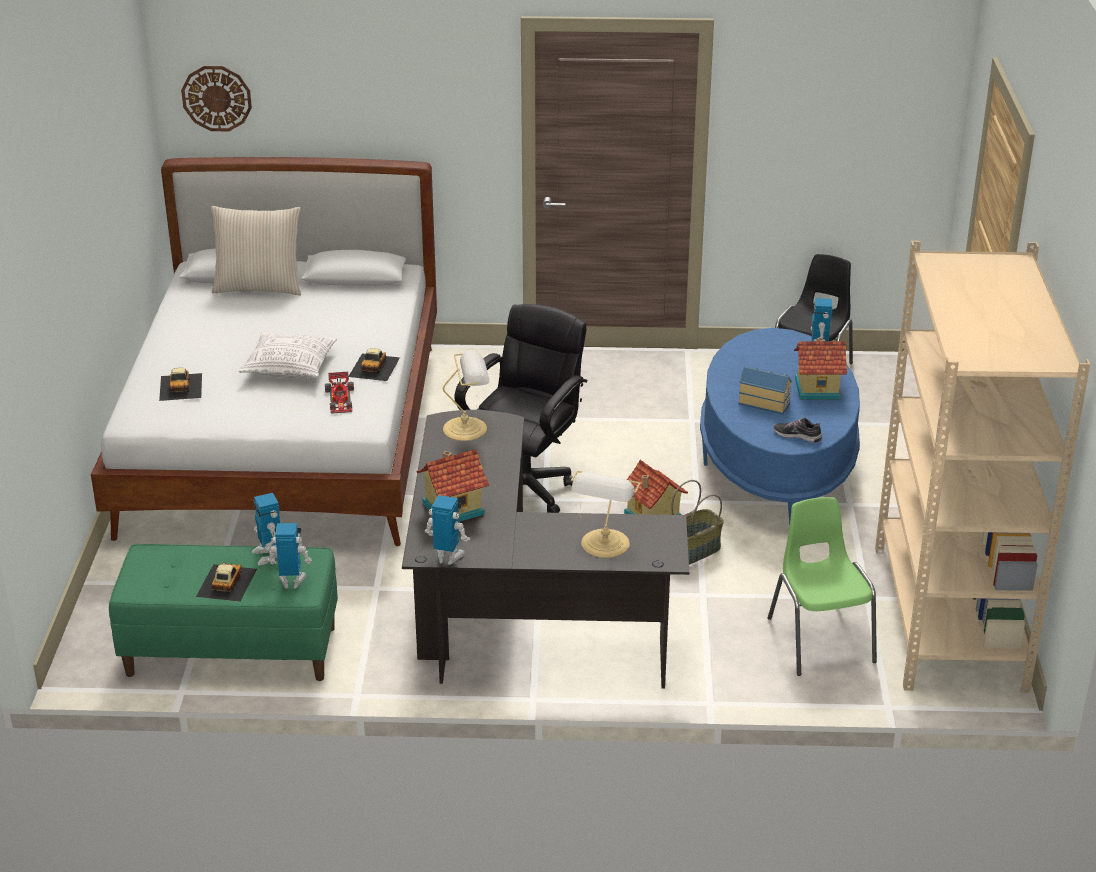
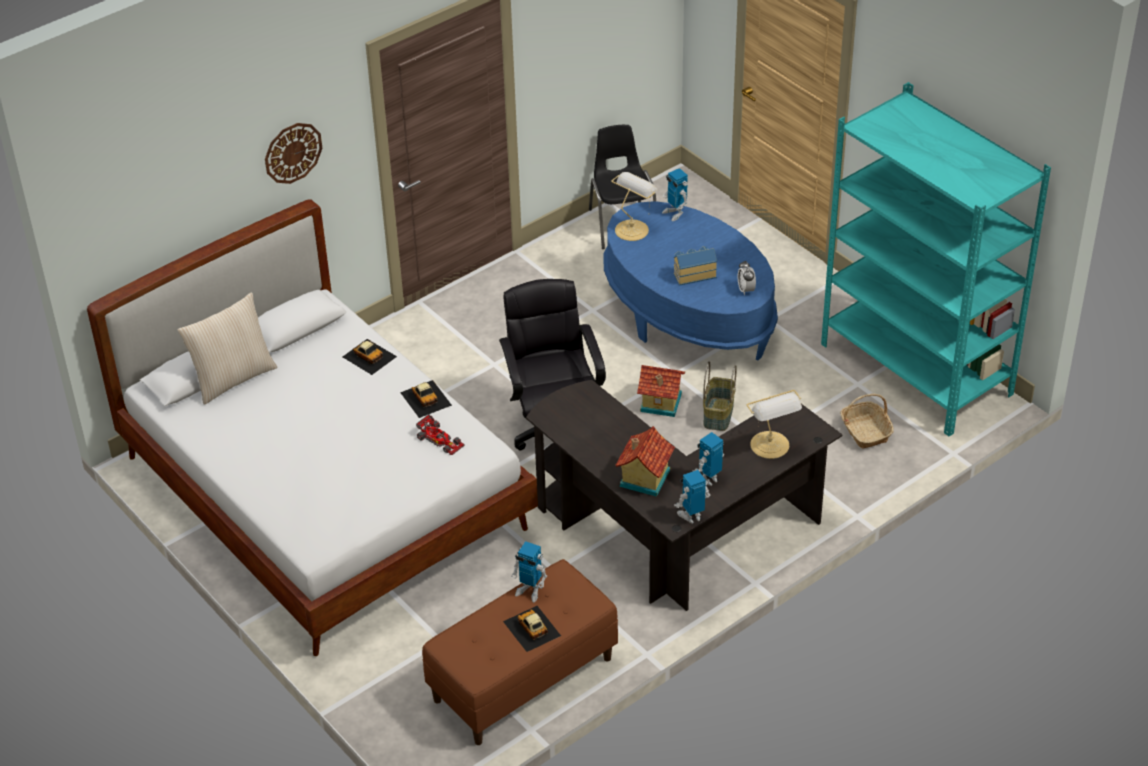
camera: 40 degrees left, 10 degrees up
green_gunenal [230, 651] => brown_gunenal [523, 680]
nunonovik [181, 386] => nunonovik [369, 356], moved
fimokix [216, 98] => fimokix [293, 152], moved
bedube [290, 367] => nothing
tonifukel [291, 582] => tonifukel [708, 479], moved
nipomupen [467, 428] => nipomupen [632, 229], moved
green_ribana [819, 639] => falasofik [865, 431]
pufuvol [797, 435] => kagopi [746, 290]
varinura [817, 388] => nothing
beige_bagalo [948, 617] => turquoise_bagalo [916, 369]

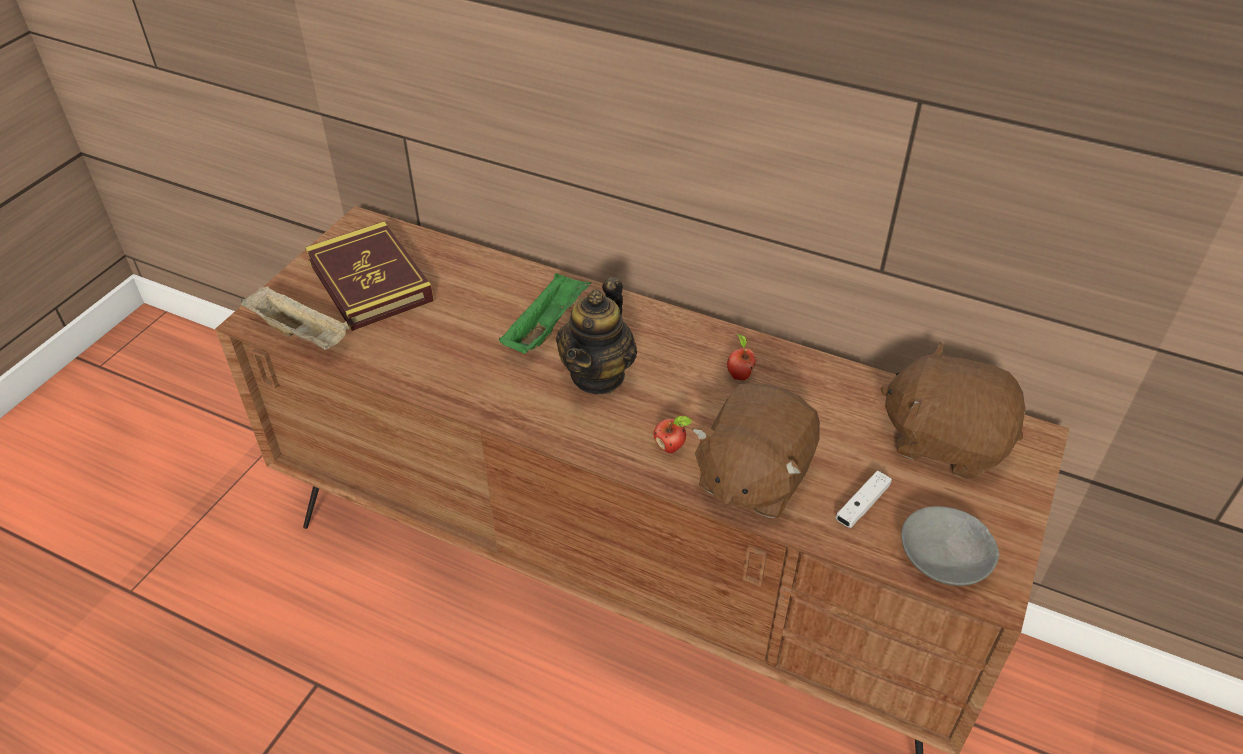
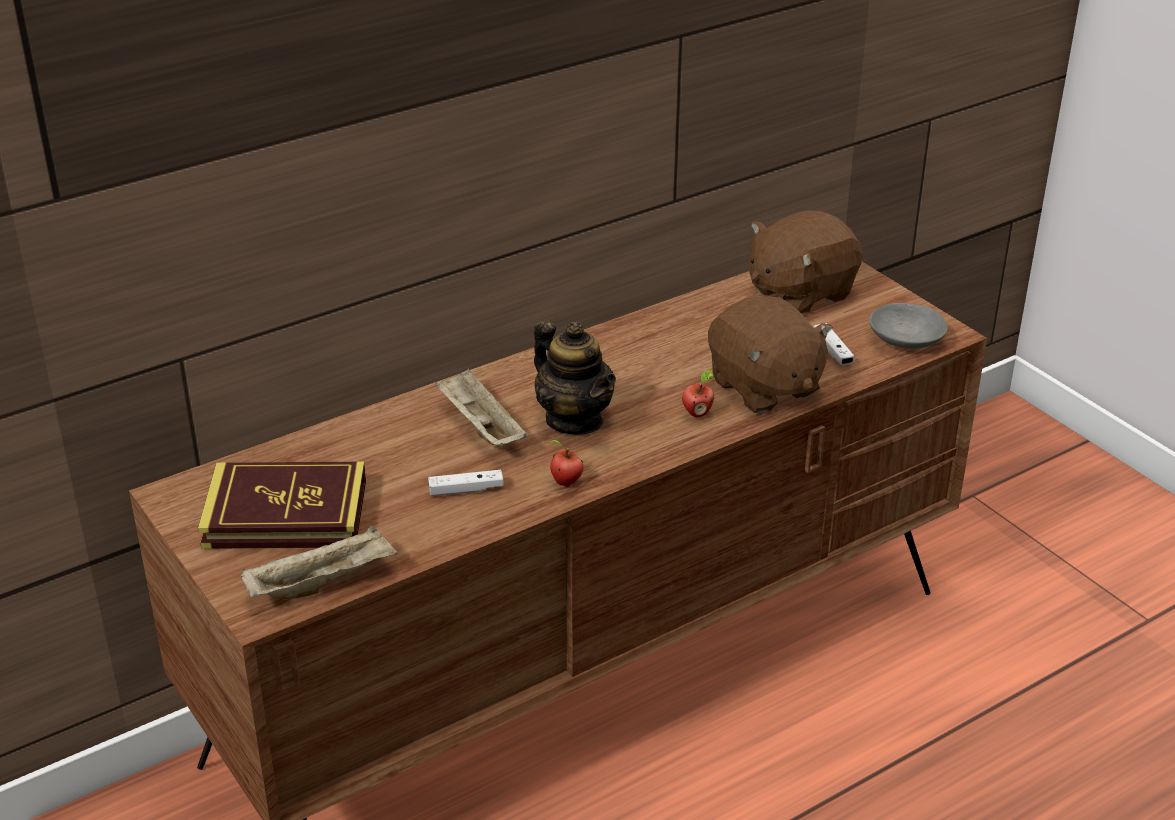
camera: 60 degrees left, 10 degrees down
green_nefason [546, 327] => beige_nefason [480, 427]
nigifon [739, 375] => nigifon [564, 482], moved
nothing => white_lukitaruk [466, 490]

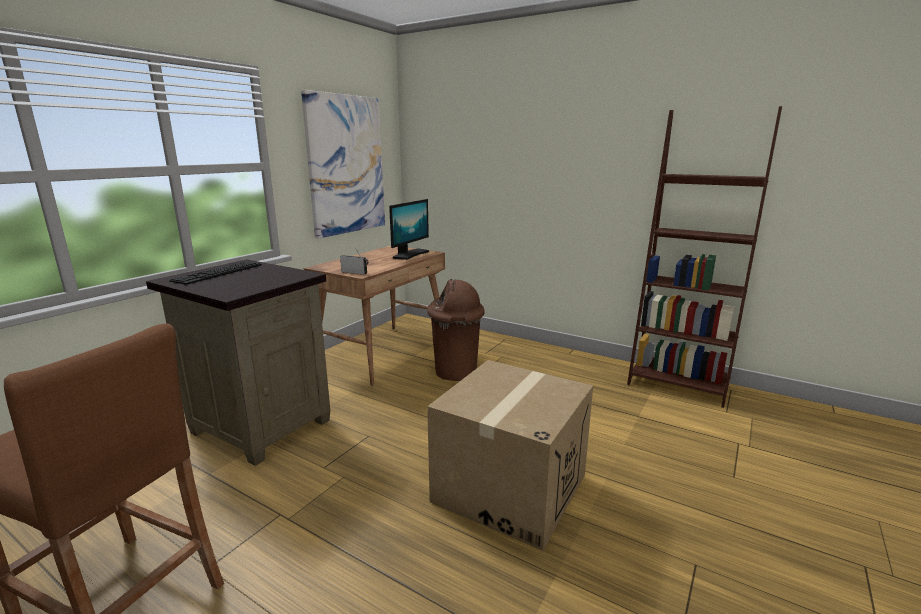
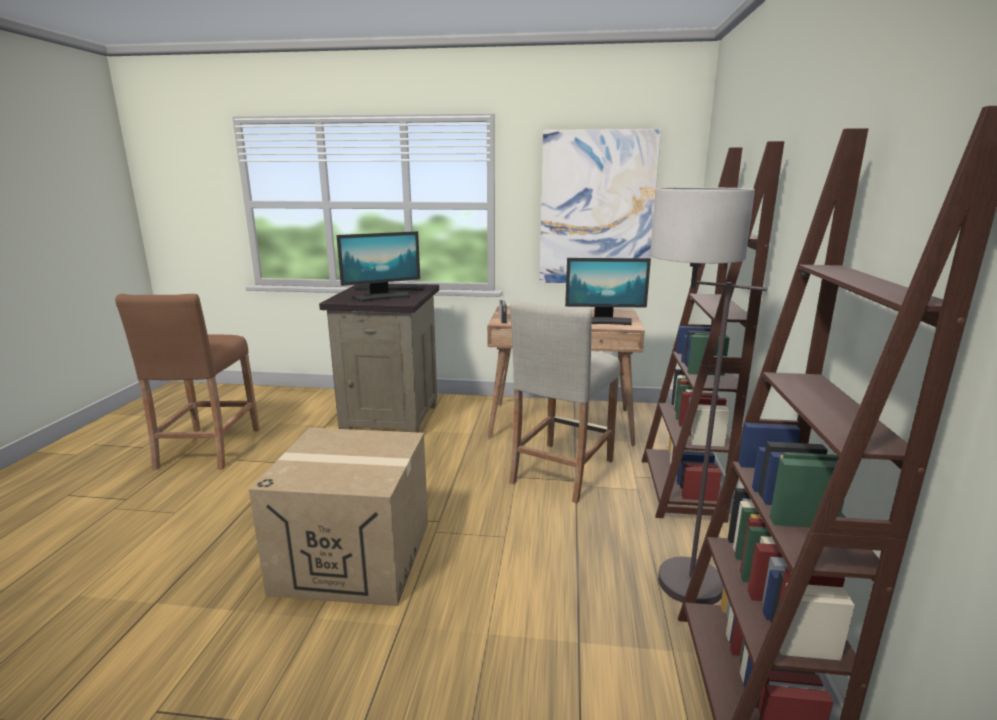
camera: 65 degrees right, 0 degrees up
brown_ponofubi [456, 372] => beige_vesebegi [561, 471]
nothing => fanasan [382, 297]
nothing => brown_bagalo [681, 489]
nothing => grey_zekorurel [671, 576]

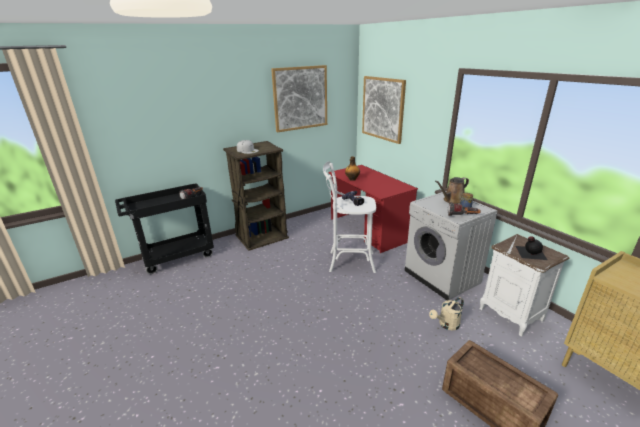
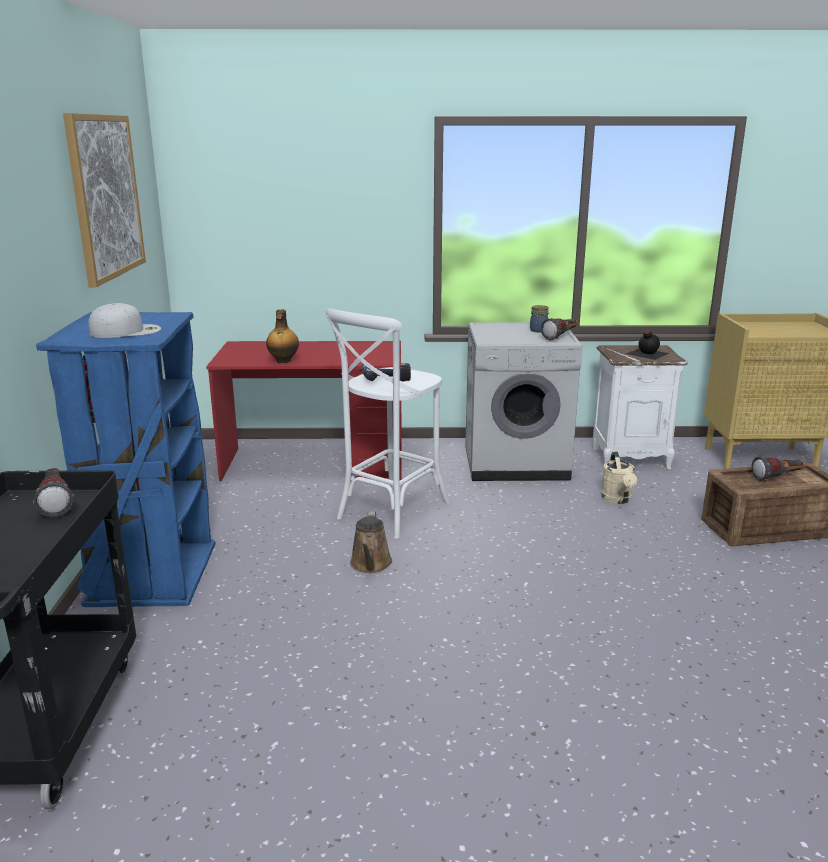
camera: 60 degrees left, 5 degrees down
brown_bagalo [262, 236] => blue_bagalo [154, 572]
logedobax [383, 108] => nothing
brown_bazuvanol [452, 200] => brown_bazuvanol [370, 565], moved
nothing => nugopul [778, 478]

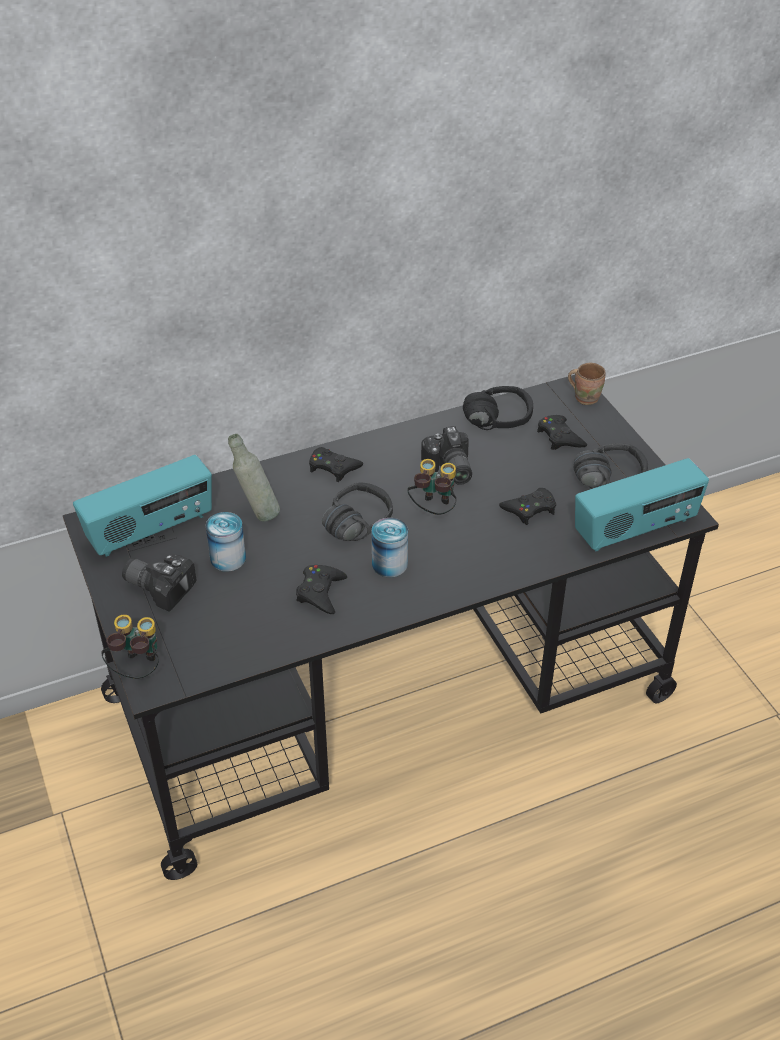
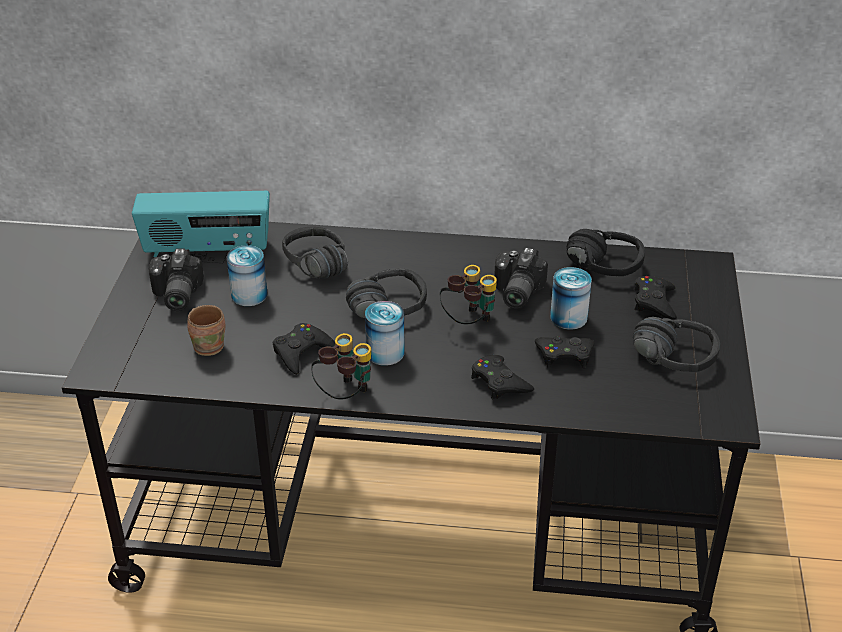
camera: 30 degrees right, 5 degrees down
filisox [137, 669] => filisox [344, 394], moved
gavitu [160, 585] => gavitu [175, 295], 150 degrees counterclockwise
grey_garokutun [257, 514] => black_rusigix [307, 268]
black_lukitaruk [333, 467] => black_lukitaruk [499, 382], moved
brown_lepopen [585, 397] => brown_lepopen [209, 346], moved
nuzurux [635, 529] => nothing
nothing => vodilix [568, 317]

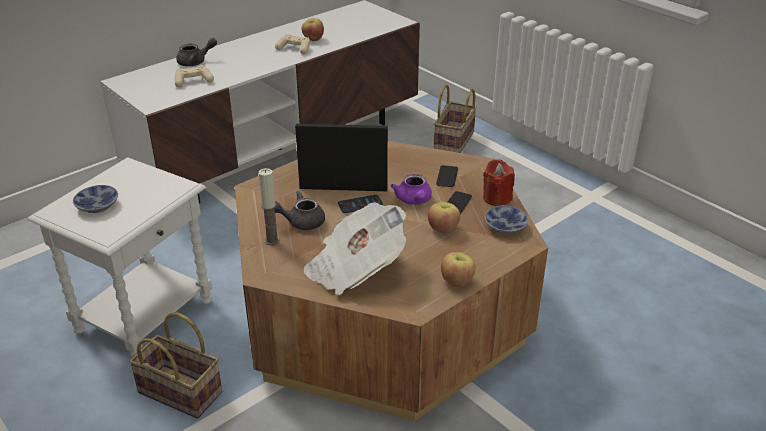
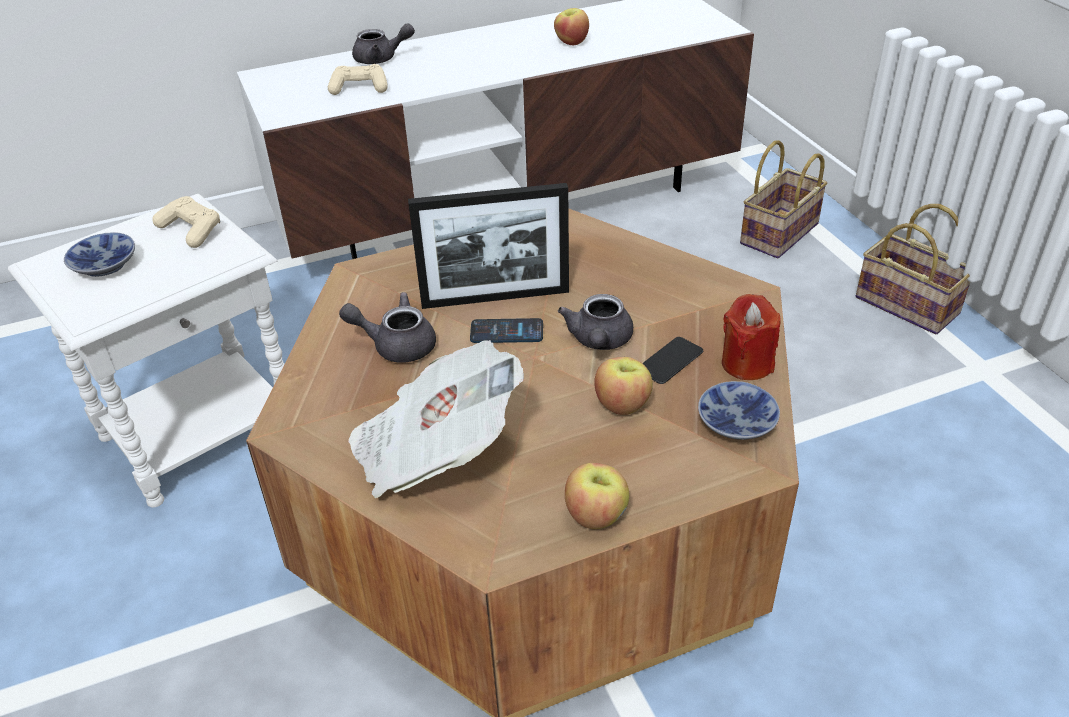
camera: 20 degrees right, 5 degrees up
falasofik [183, 392] => falasofik [910, 305], moved
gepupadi [272, 241] => nothing
beige_lukitaruk [294, 49] => beige_lukitaruk [191, 230], moved
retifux [343, 188] => retifux [495, 298], 150 degrees clockwise
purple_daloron [414, 201] => grey_daloron [599, 341]
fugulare [447, 177] => nothing

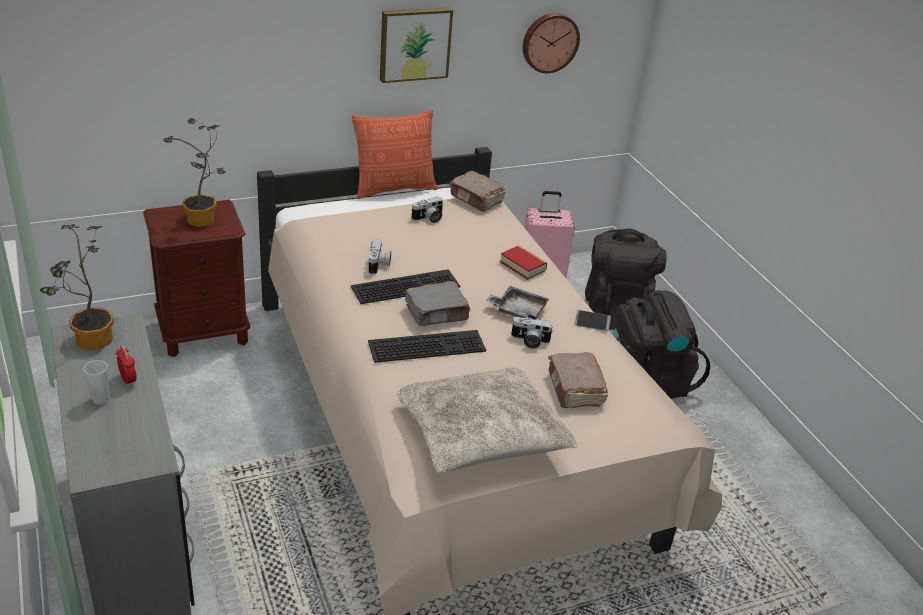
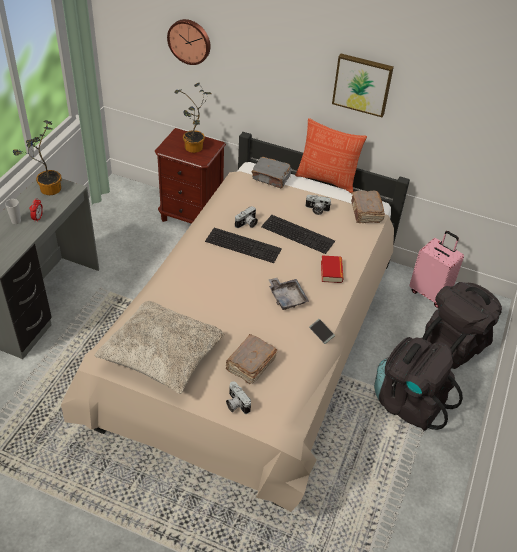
camera: 45 degrees right, 10 degrees up
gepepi [427, 345] => gepepi [299, 233], moved
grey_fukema [437, 313] => grey_fukema [271, 178], moved
gavitu [529, 341] => gavitu [236, 404], moved
fimokix [549, 42] => fimokix [190, 41], moved

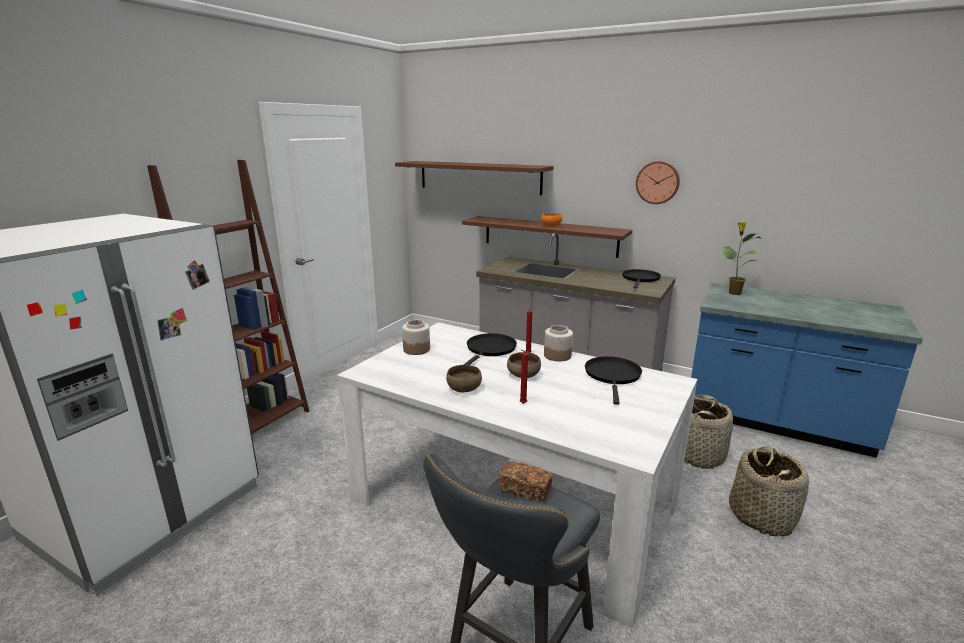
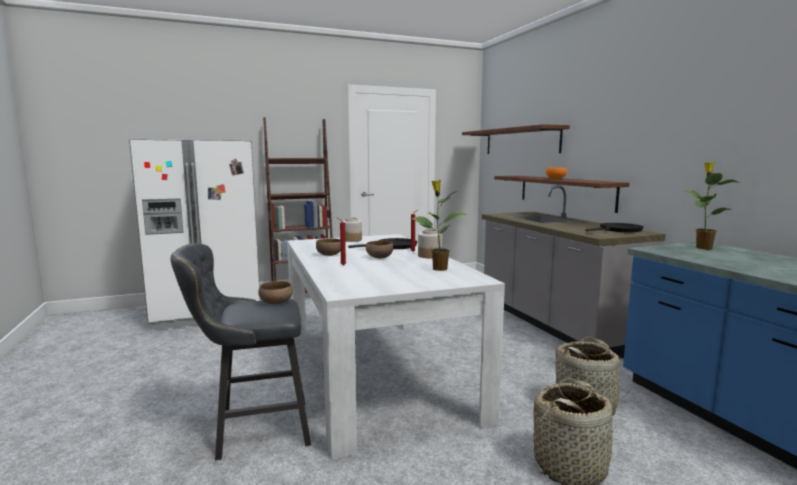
camera: 40 degrees right, 10 degrees down
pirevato [525, 490] => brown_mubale [276, 303]
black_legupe [613, 376] => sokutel [439, 269]
fimokix [658, 182] => nothing

